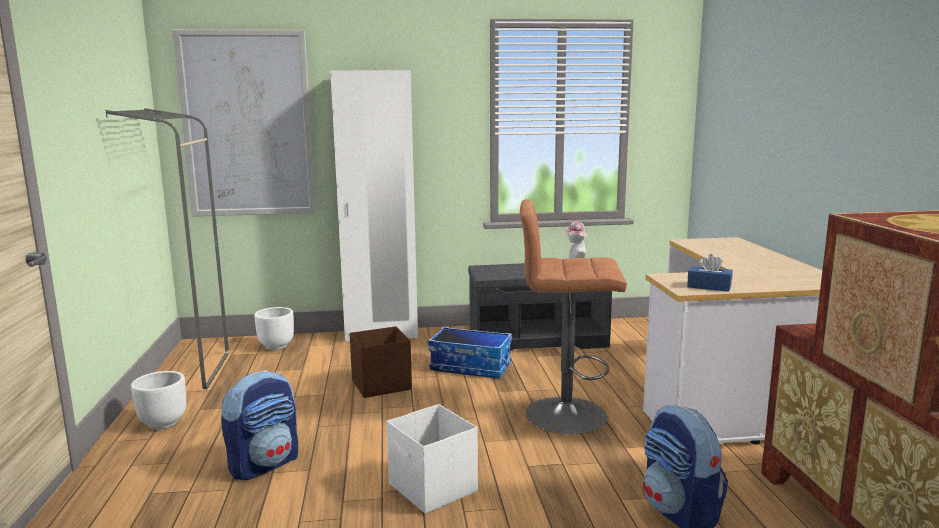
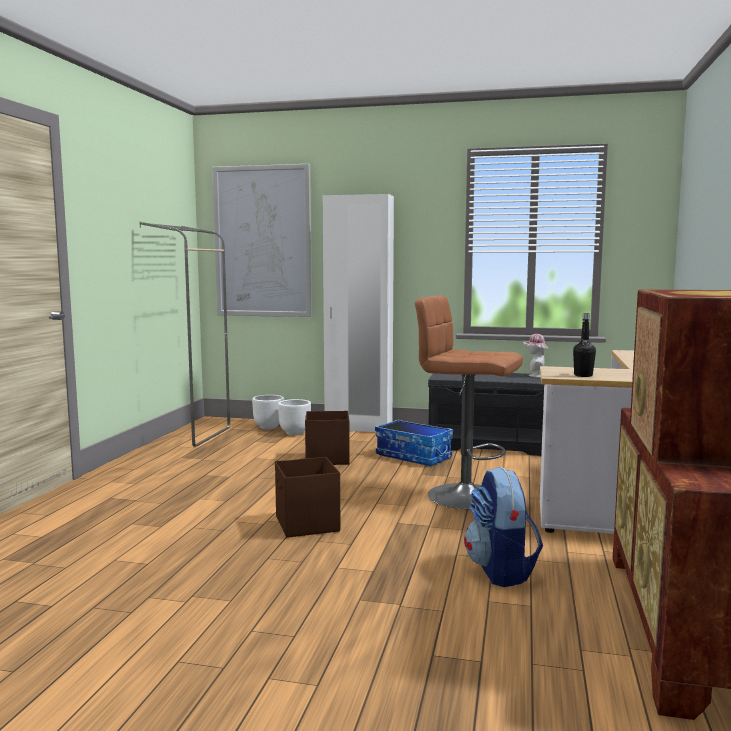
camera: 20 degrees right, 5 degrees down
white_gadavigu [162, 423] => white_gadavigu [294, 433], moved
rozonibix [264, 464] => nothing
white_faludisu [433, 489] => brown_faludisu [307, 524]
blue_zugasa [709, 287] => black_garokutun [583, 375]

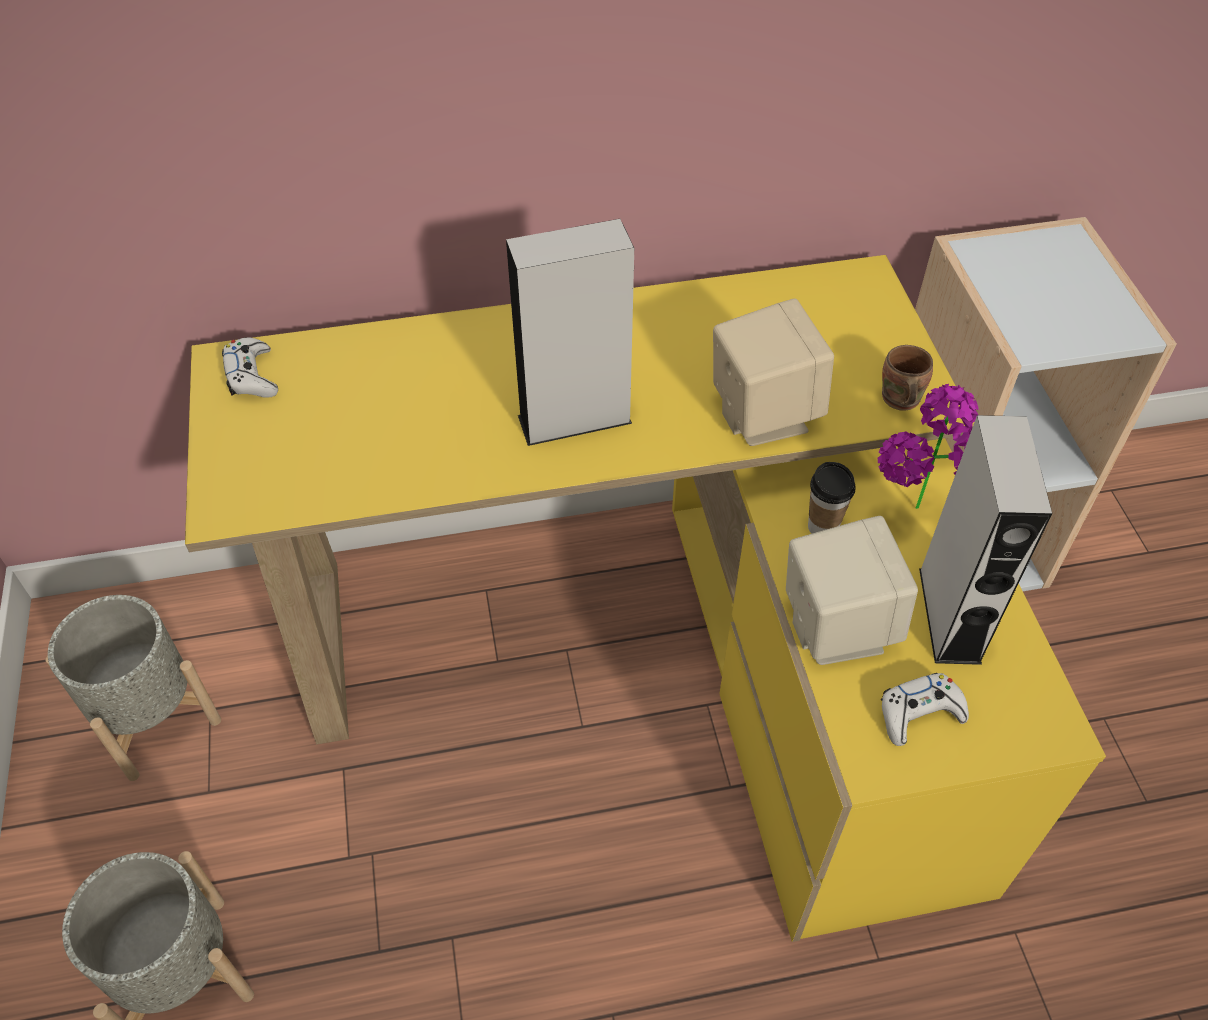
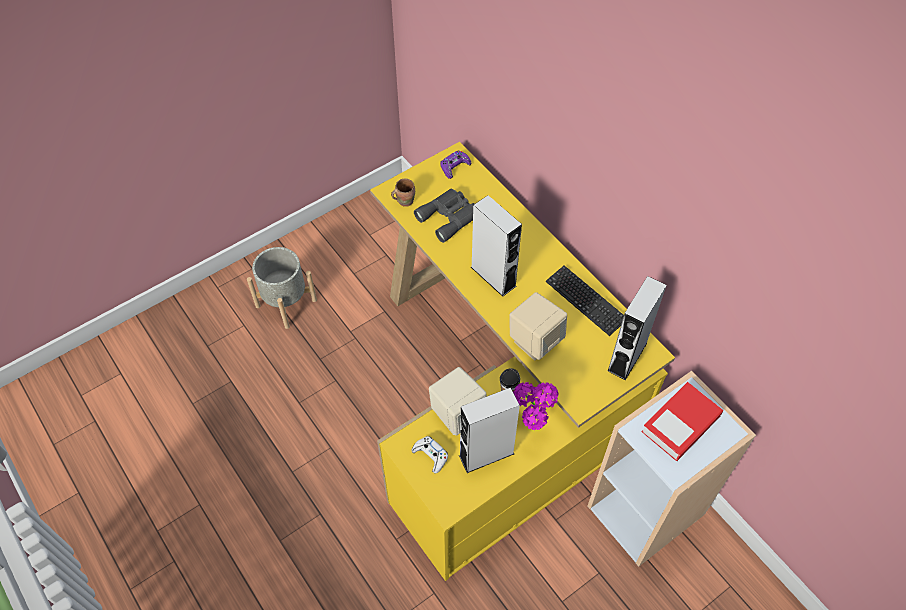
camera: 65 degrees right, 5 degrees up
grey_gadavigu [152, 718] => nothing
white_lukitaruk [252, 376] => purple_lukitaruk [454, 167]
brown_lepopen [898, 400] => brown_lepopen [404, 200], moved
nothing => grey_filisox [450, 217]
nothing => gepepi [585, 301]
nothing => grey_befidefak [627, 356]
nothing => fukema [680, 424]

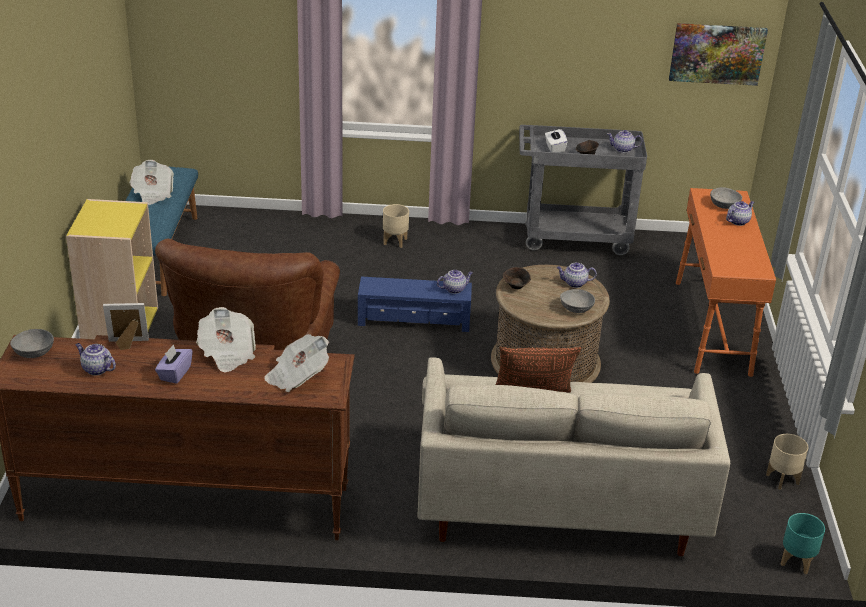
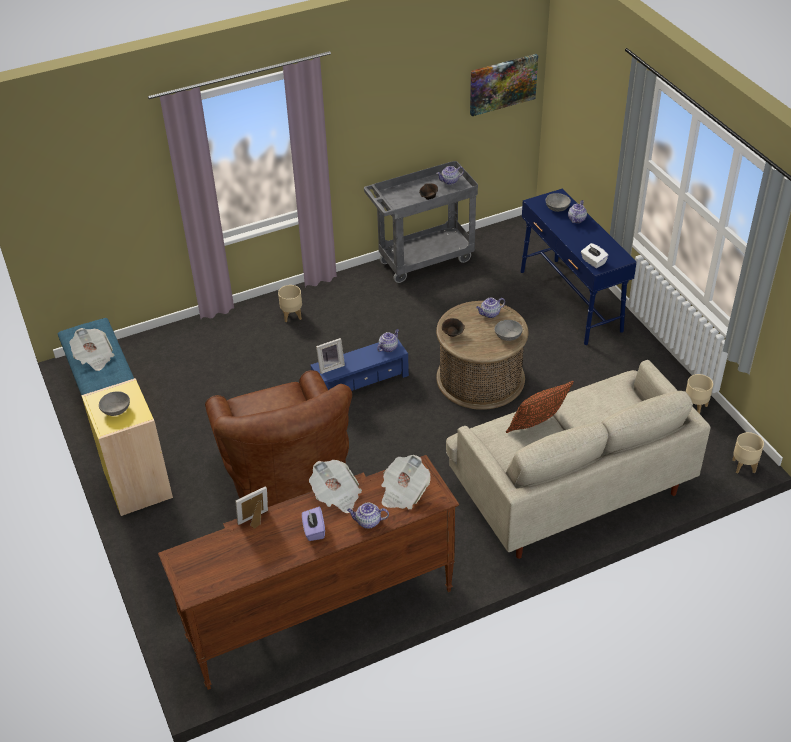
camera: 25 degrees left, 10 degrees up
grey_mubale [34, 352] => grey_mubale [116, 409], moved
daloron [96, 369] => daloron [368, 522], moved
white_zugasa [554, 148] => white_zugasa [593, 262], moved
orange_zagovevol [711, 327] => blue_zagovevol [569, 301]
turquoise_gadavigu [796, 562] => beige_gadavigu [743, 466]
nothing => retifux [330, 366]

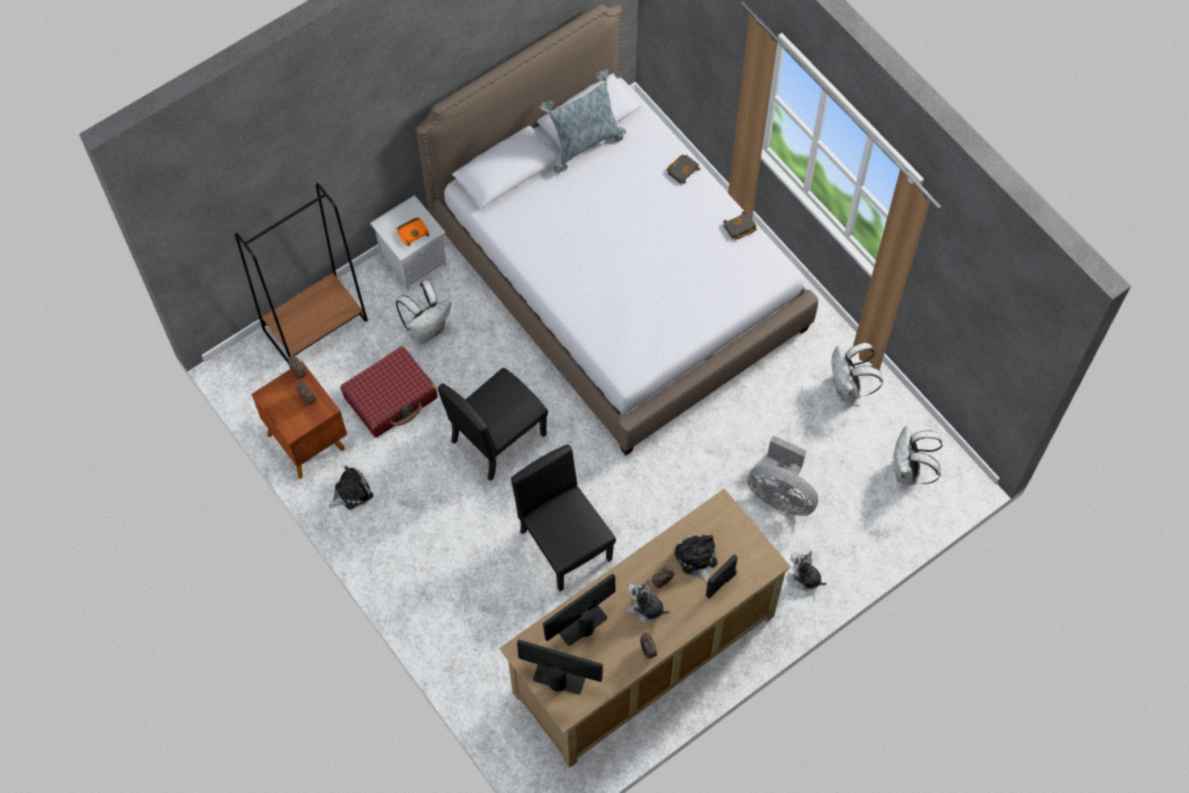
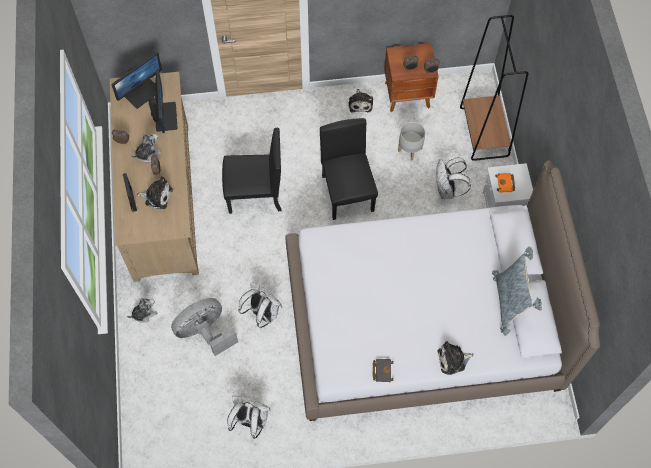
camera: 120 degrees right, 0 degrees up
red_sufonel [391, 397] => grey_gadavigu [410, 150]
black_fukema [682, 169] => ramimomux [453, 360]
white_rozonibix [908, 471] => white_rozonibix [262, 313], moved

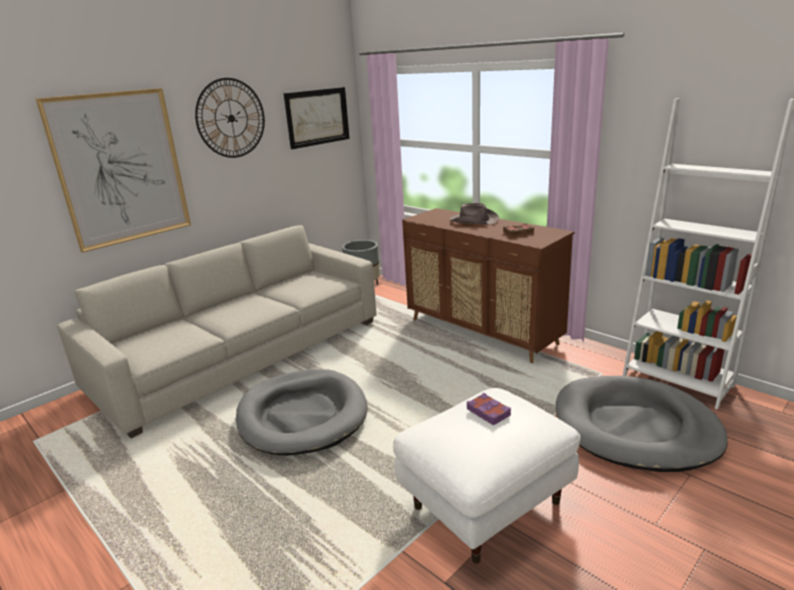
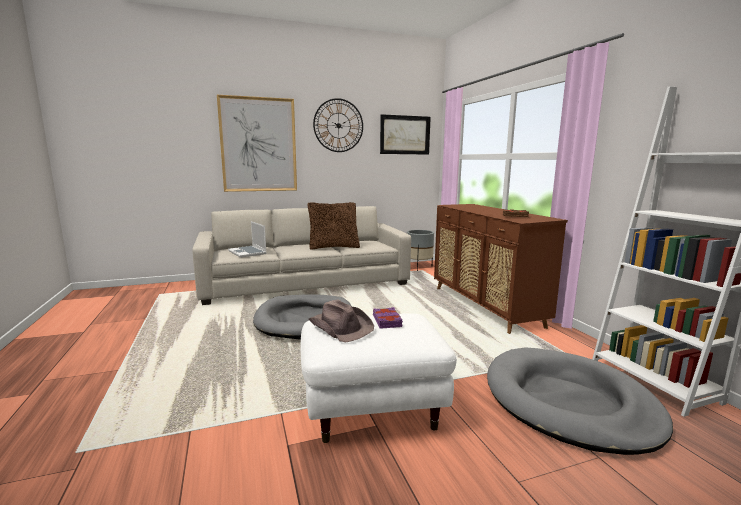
camera: 25 degrees right, 10 degrees down
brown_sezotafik [473, 220] => brown_sezotafik [340, 326], moved
nothing => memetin [248, 252]
nothing => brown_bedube [334, 246]

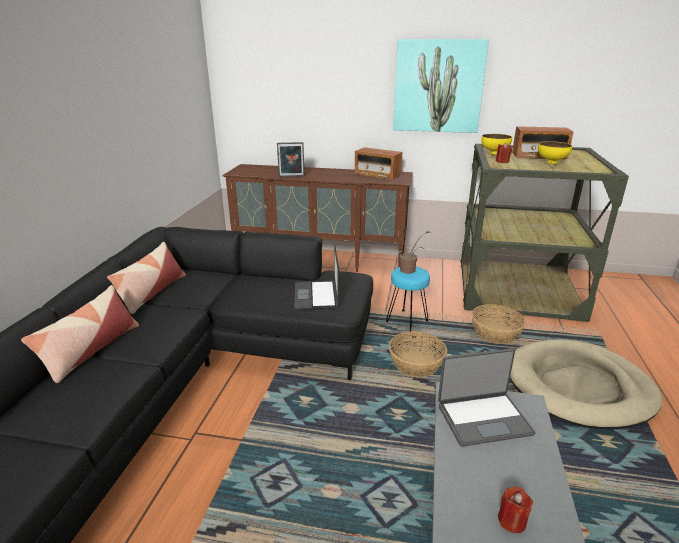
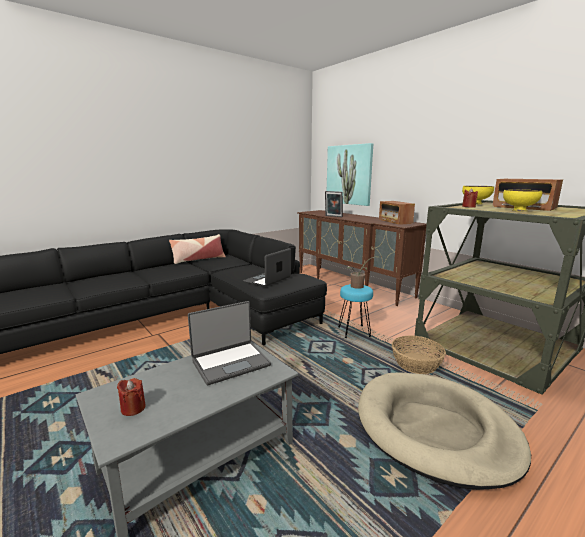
camera: 40 degrees right, 10 degrees down
bedube [91, 350] => nothing
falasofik [416, 364] => nothing
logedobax [438, 86] => logedobax [349, 174], moved
memetin [483, 418] => memetin [230, 362], 60 degrees counterclockwise

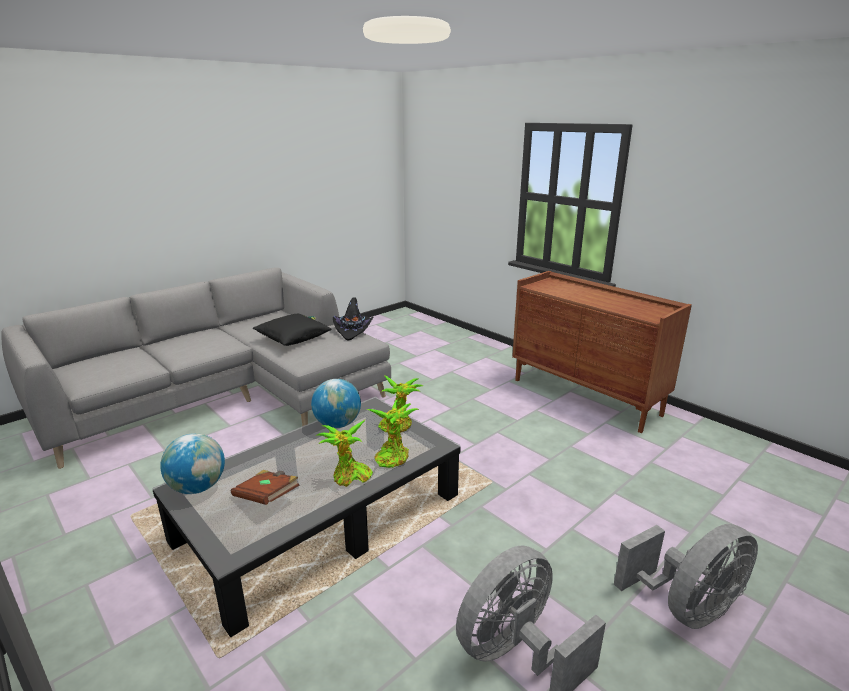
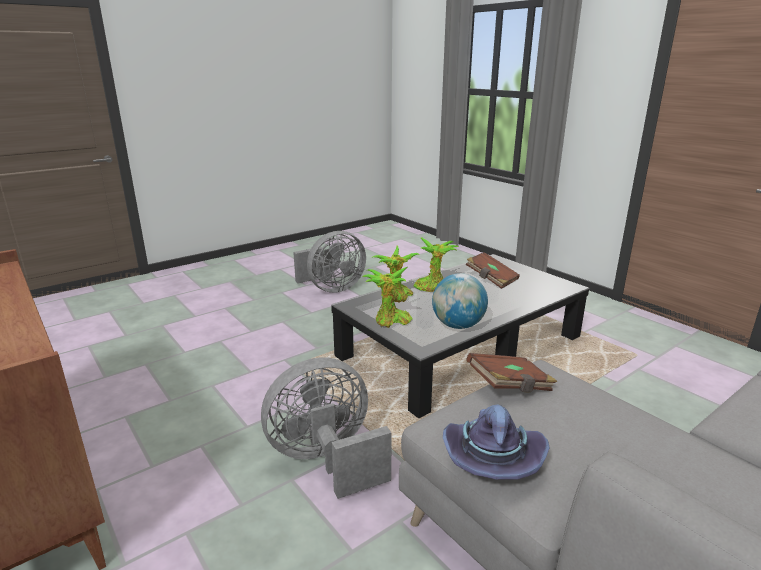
camera: 175 degrees left, 0 degrees up
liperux [198, 487] => nothing
black_bedube [293, 339] => nothing
black_sezotafik [353, 330] => purple_sezotafik [491, 457]
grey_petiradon [686, 608] => grey_petiradon [327, 460], moved
nothing => brown_fukema [510, 386]

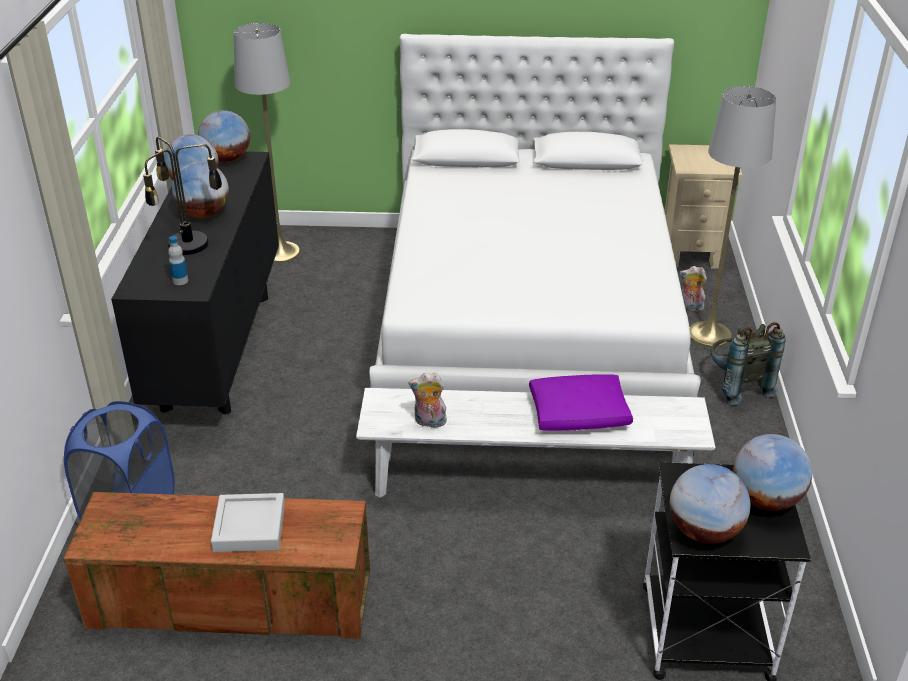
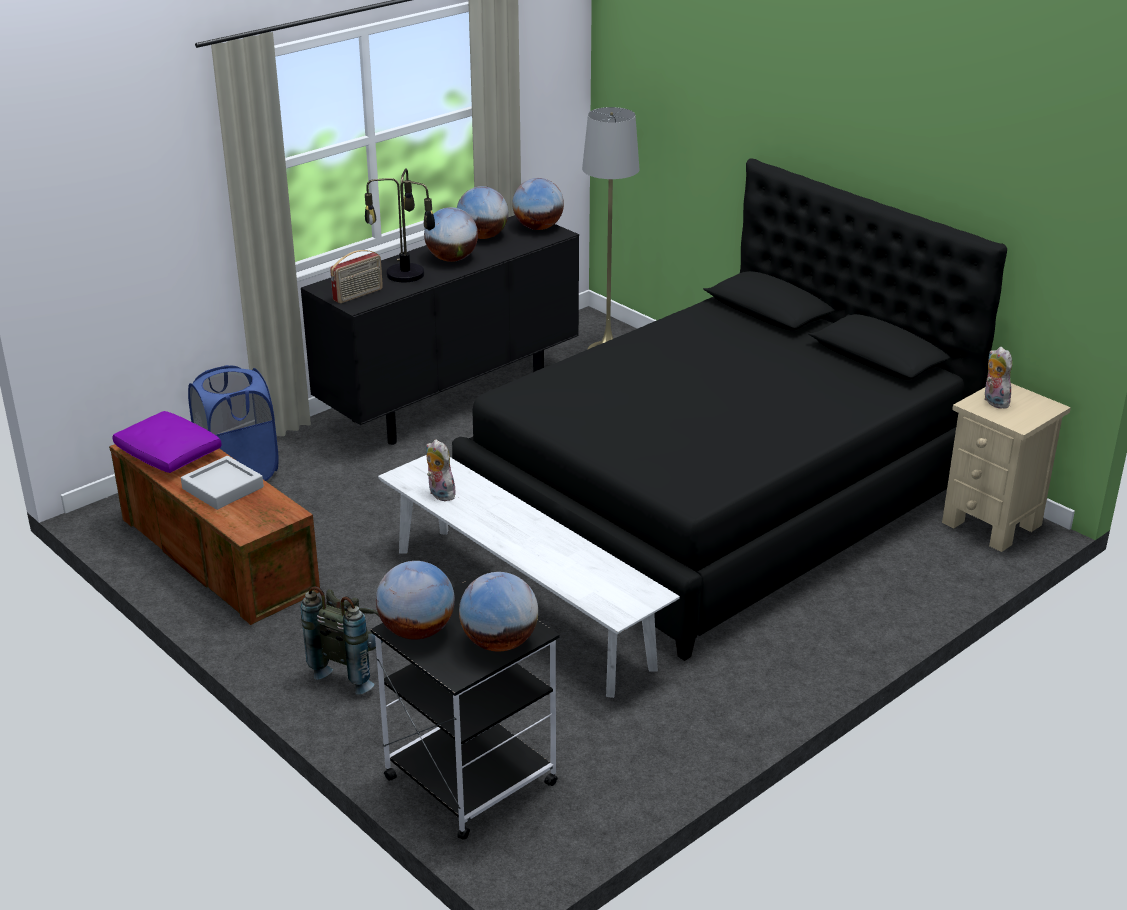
camera: 45 degrees right, 5 degrees down
garokutun [180, 281] => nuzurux [358, 295]
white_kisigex [529, 326] => black_kisigex [717, 503]
purple_bedube [577, 414] => purple_bedube [168, 454], moved
ramimomux [690, 307] => ramimomux [993, 401], moved
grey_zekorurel [709, 334] => nothing
grey_rozonibix [736, 386] => grey_rozonibix [354, 668], moved

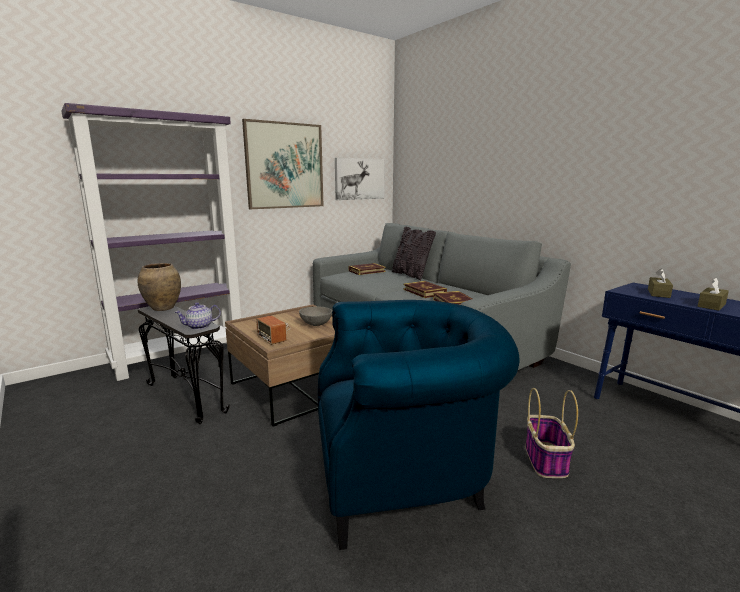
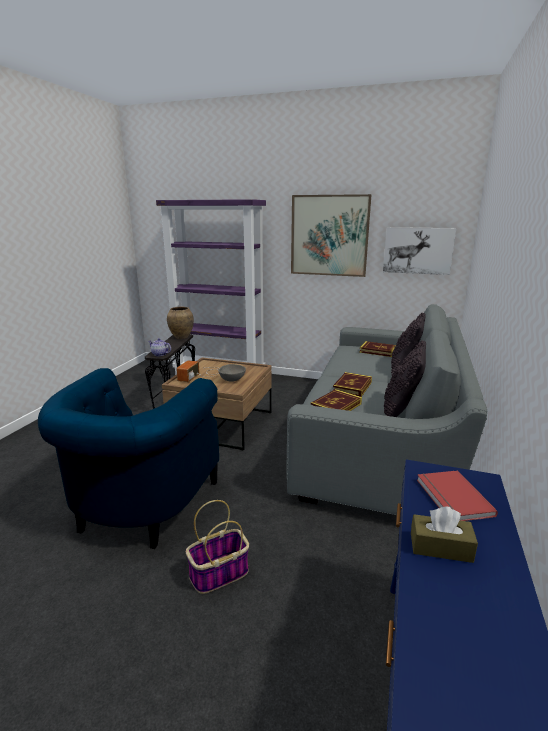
camera: 55 degrees right, 5 degrees up
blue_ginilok [405, 479] => blue_ginilok [142, 507], 60 degrees clockwise
brown_zugasa [658, 293] => red_fukema [452, 498]
nothing => black_bedube [400, 412]

